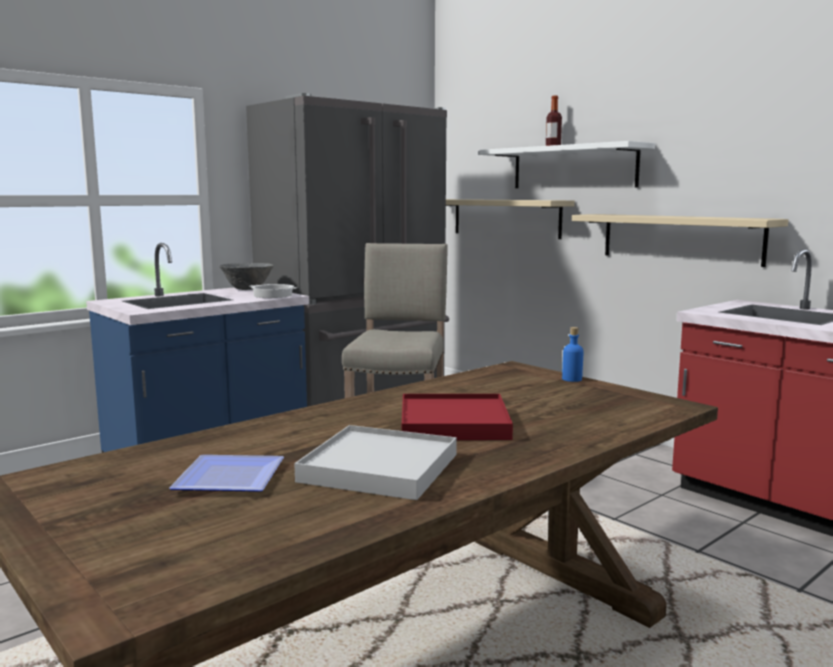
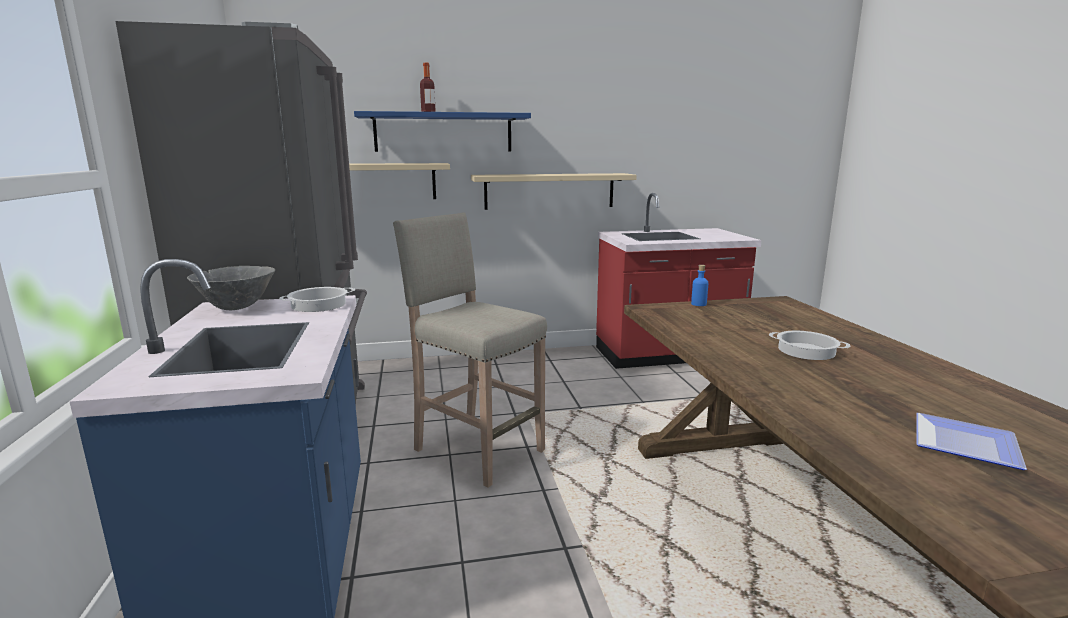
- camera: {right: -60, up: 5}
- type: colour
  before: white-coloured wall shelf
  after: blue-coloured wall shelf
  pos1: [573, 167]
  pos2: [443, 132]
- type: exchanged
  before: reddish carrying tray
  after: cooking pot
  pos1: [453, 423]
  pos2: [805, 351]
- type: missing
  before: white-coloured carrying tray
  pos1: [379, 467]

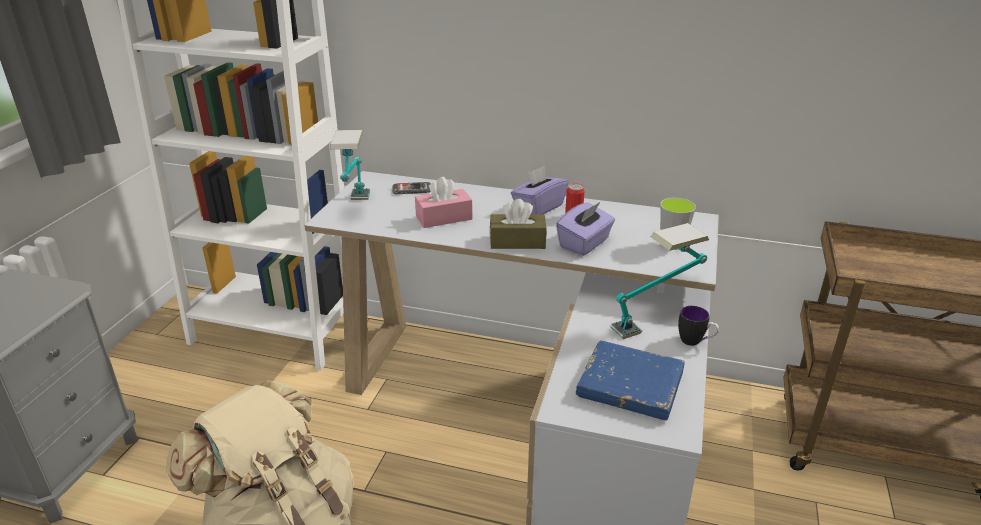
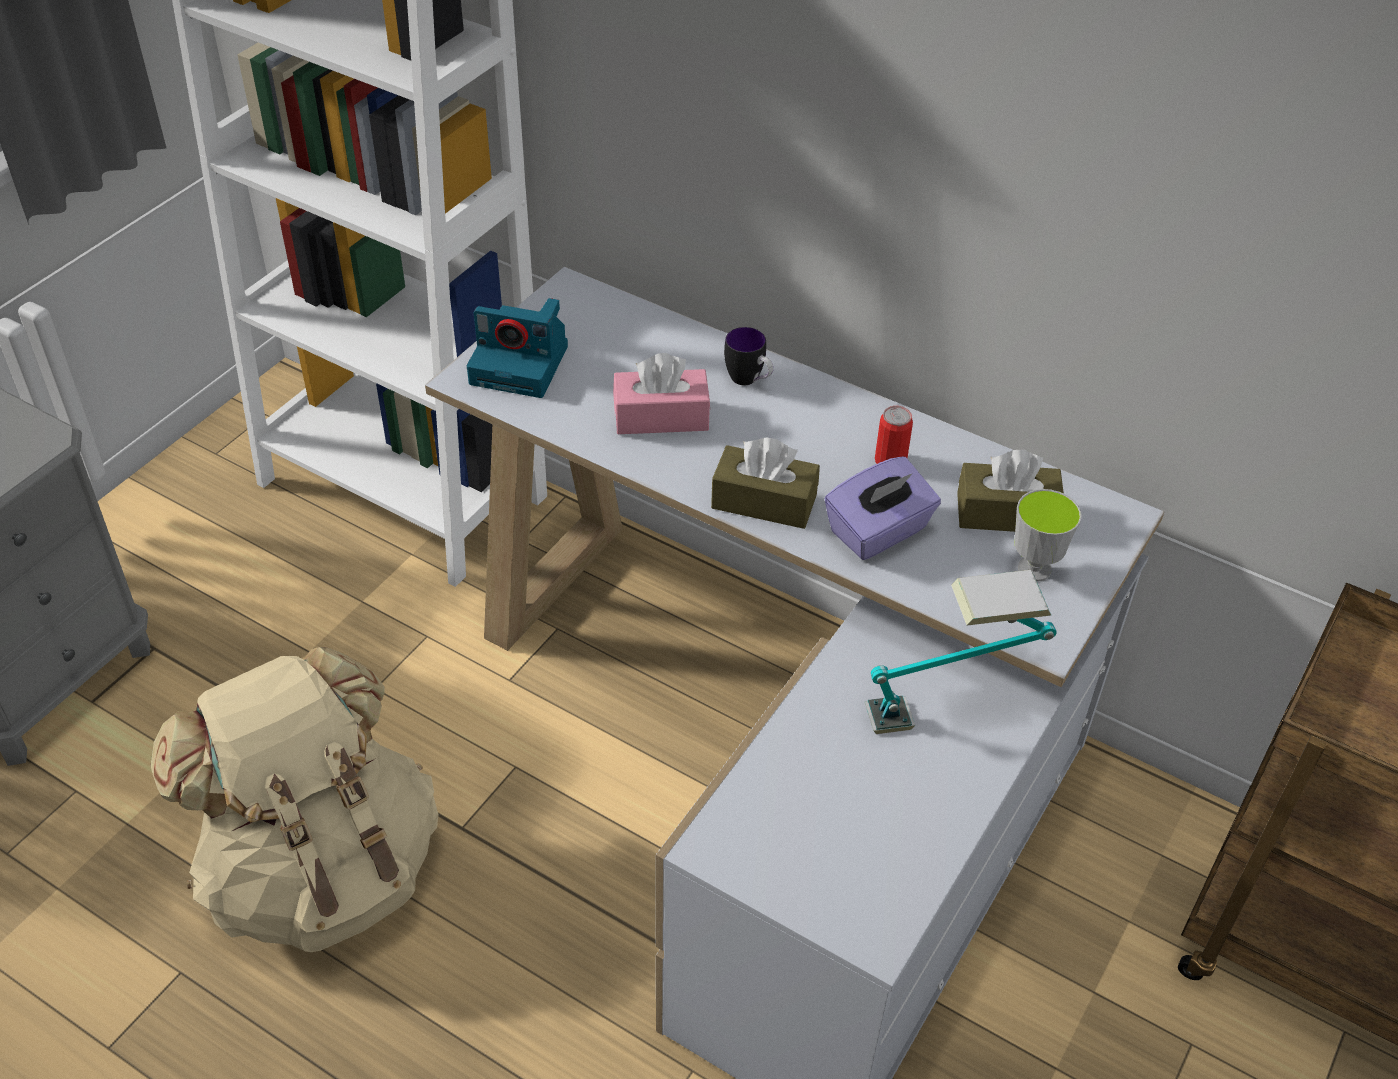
- camera: {right: 15, up: 15}
- type: exchanged
  before: tabletop lamp
  after: still camera
  pos1: [356, 209]
  pos2: [522, 364]
- type: missing
  before: purple-coloured box of tissues
  pos1: [538, 208]
- type: missing
  before: handset
  pos1: [412, 189]
- type: relocated
  before: tea mug
  pos1: [695, 342]
  pos2: [749, 381]
- type: missing
  before: blue-coloured book
  pos1: [630, 385]
- type: appeared
  after: brown-coloured box of tissues
  pos2: [1006, 513]

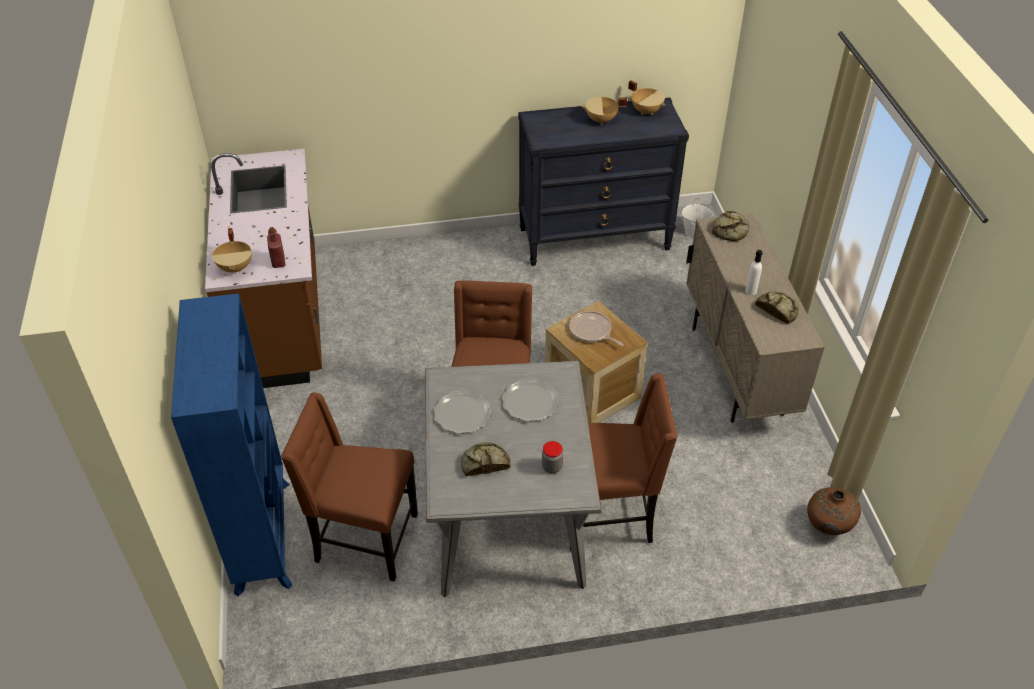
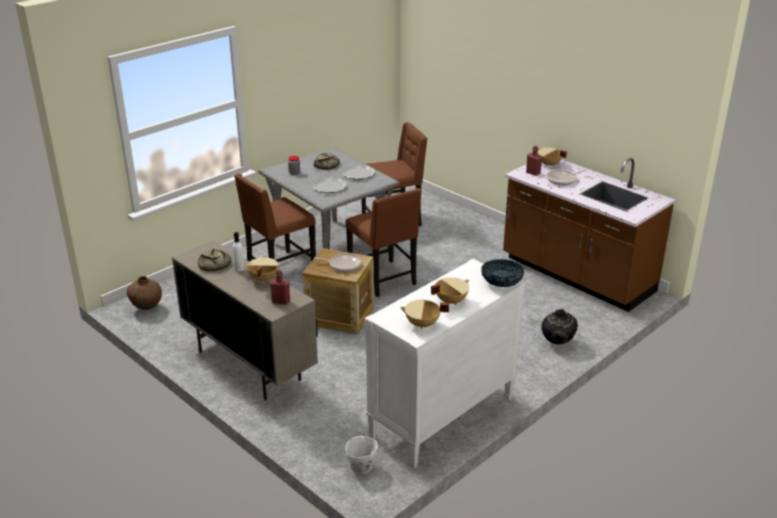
- camera: {right: 145, up: -15}
- type: colour
  before: blackish drawer chest
  after: white-coloured drawer chest
  pos1: [595, 238]
  pos2: [442, 418]
- type: exchanged
  before: bakery bread
  after: reddish bottle
  pos1: [731, 230]
  pos2: [281, 301]
- type: missing
  before: blue-coloured bookshelf
  pos1: [263, 536]
- type: appeared
  after: pan
  pos2: [563, 180]
- type: appeared
  after: sand-coloured cooking pot
  pos2: [262, 279]
- type: appeared
  after: bowl
  pos2: [501, 282]
- type: appeared
  after: blackish flower vase
  pos2: [557, 343]

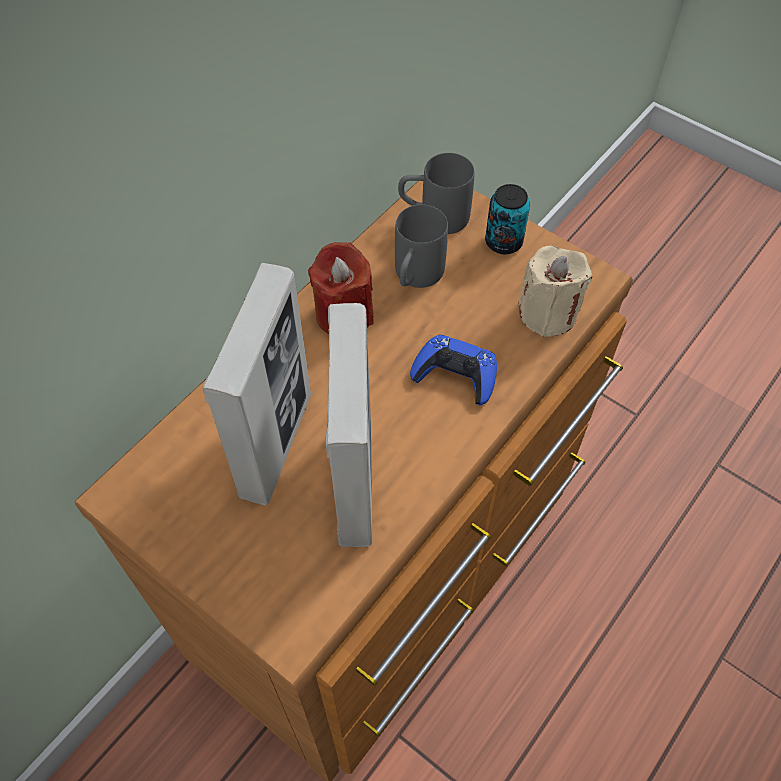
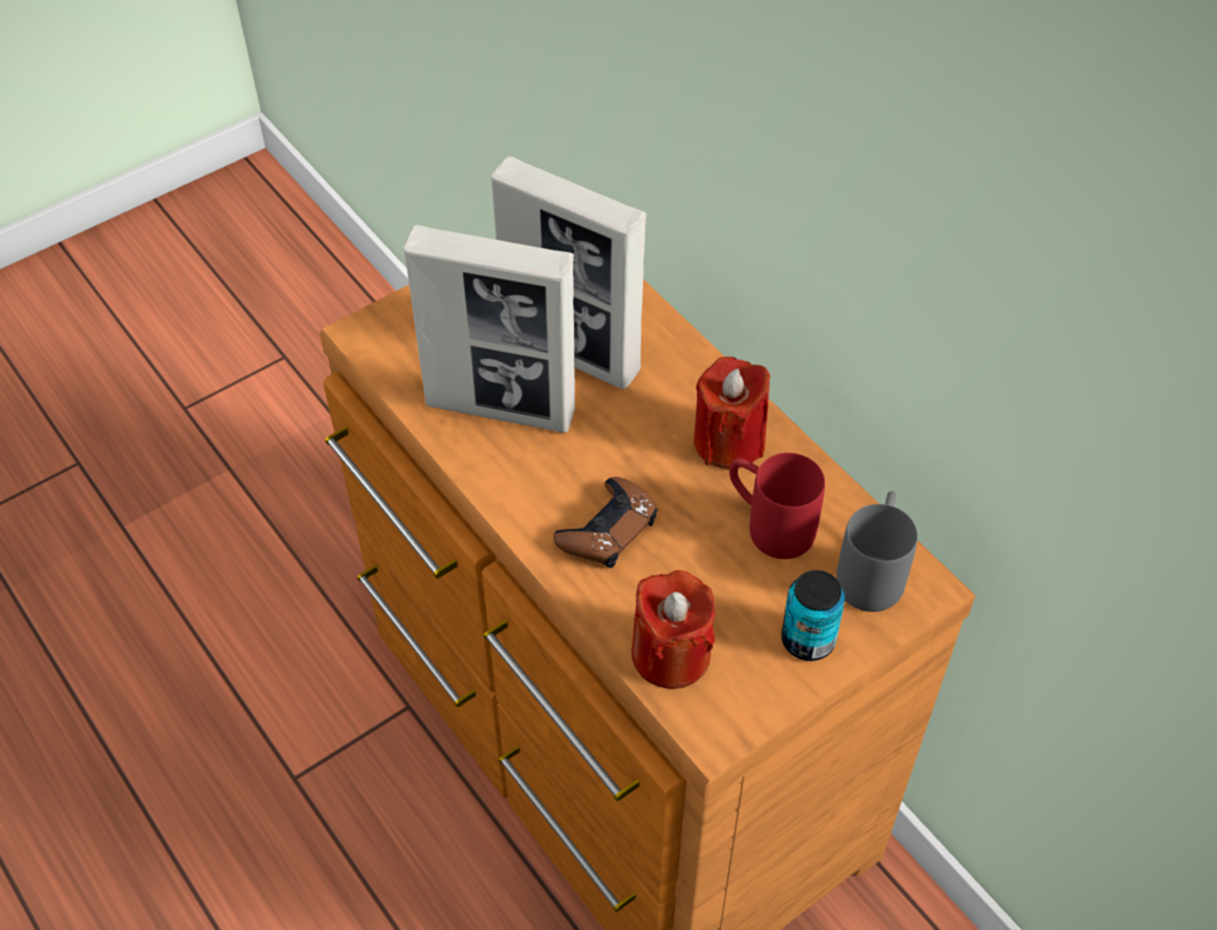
- camera: {right: 105, up: -5}
- type: colour
  before: greyish tea mug
  after: reddish tea mug
  pos1: [415, 278]
  pos2: [768, 524]
- type: colour
  before: sand-coloured wax light
  after: reddish wax light
  pos1: [548, 313]
  pos2: [671, 654]
- type: colour
  before: blue-coloured game controller
  after: brown-coloured game controller
  pos1: [455, 374]
  pos2: [607, 529]

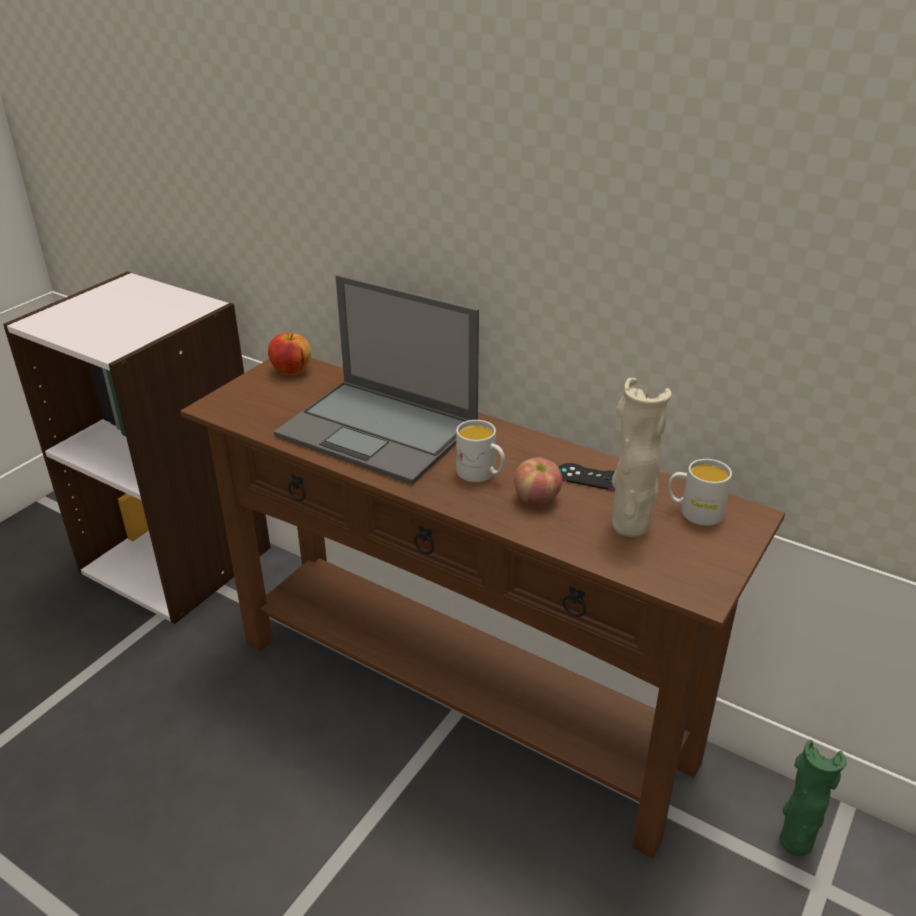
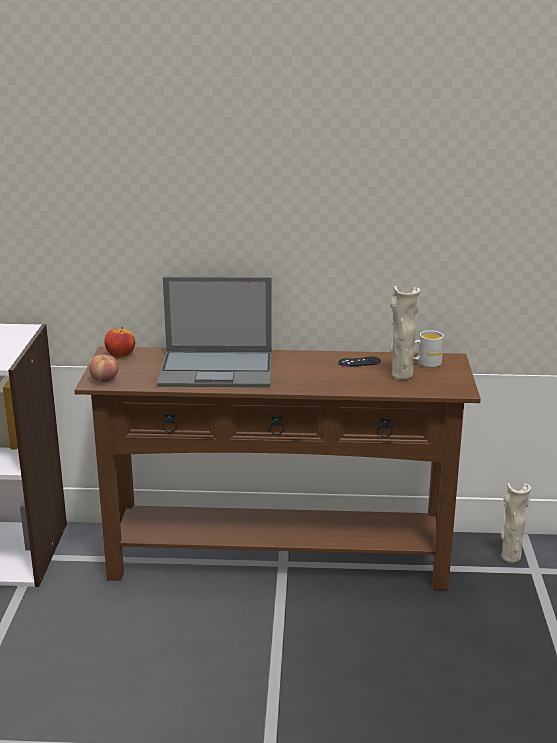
- camera: {right: -30, up: -10}
- type: missing
  before: white-coloured tea mug
  pos1: [481, 474]
- type: relocated
  before: apple
  pos1: [537, 498]
  pos2: [104, 380]
- type: colour
  before: greenish flower vase
  after: sand-coloured flower vase
  pos1: [795, 841]
  pos2: [510, 557]

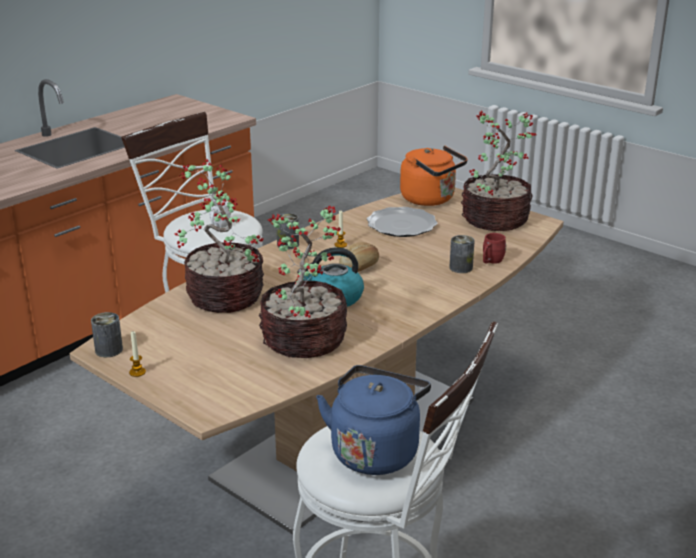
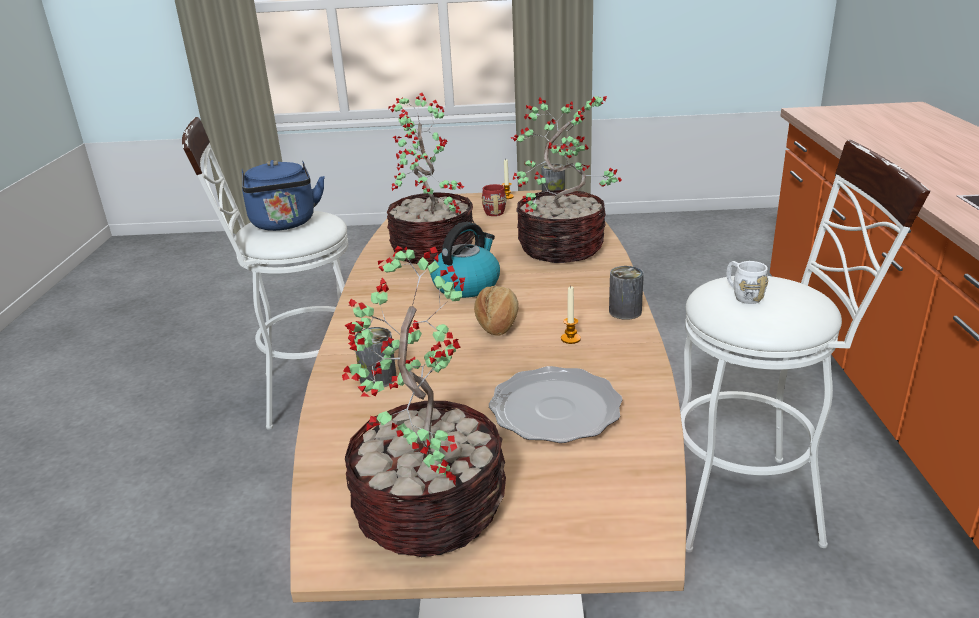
- camera: {right: 140, up: 0}
- type: missing
  before: orange kettle
  pos1: [431, 199]
- type: relocated
  before: reddish tea mug
  pos1: [491, 261]
  pos2: [493, 211]

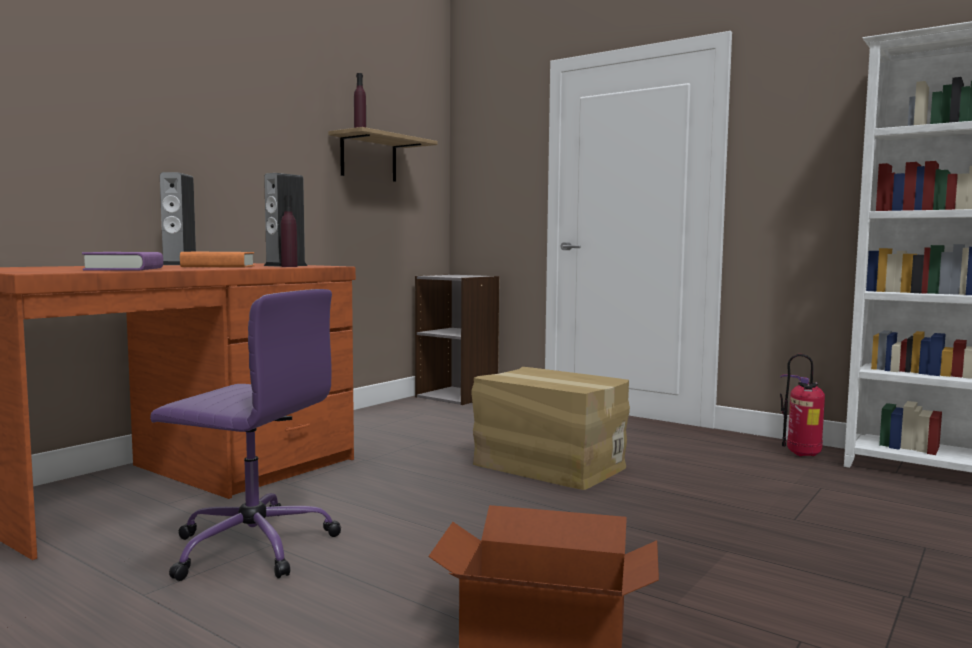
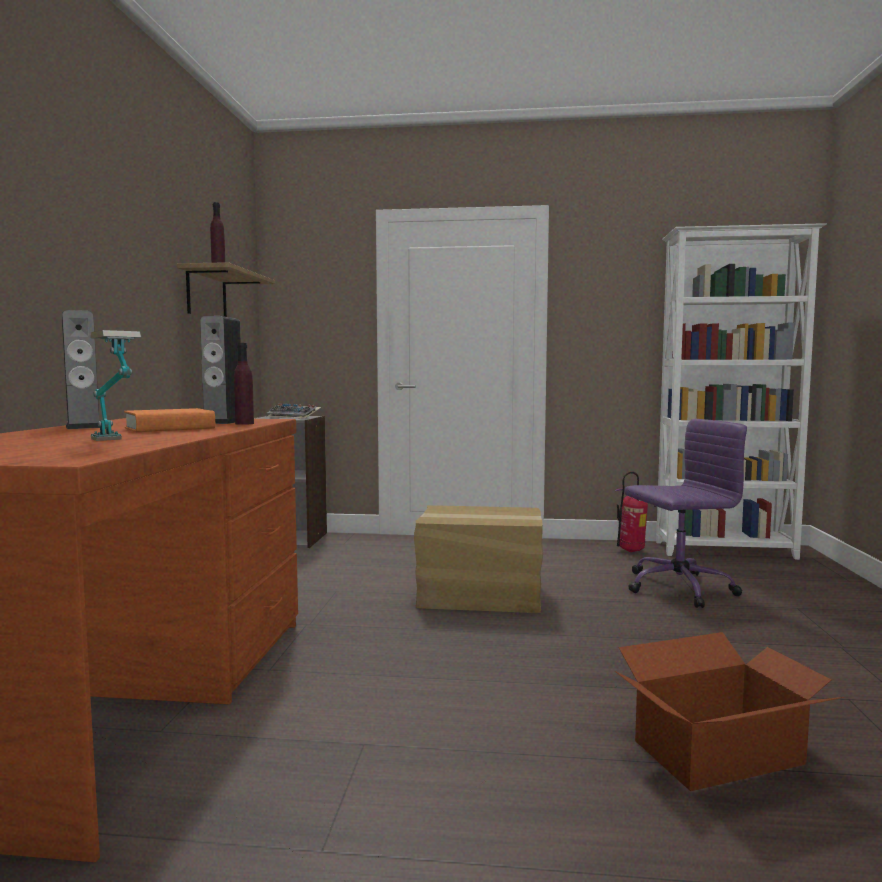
- camera: {right: -30, up: 0}
- type: exchanged
  before: purple-coloured book
  after: tabletop lamp
  pos1: [125, 269]
  pos2: [116, 442]
- type: relocated
  before: purple-coloured desk chair
  pos1: [251, 546]
  pos2: [677, 588]
- type: appeared
  after: PC keyboard
  pos2: [294, 416]

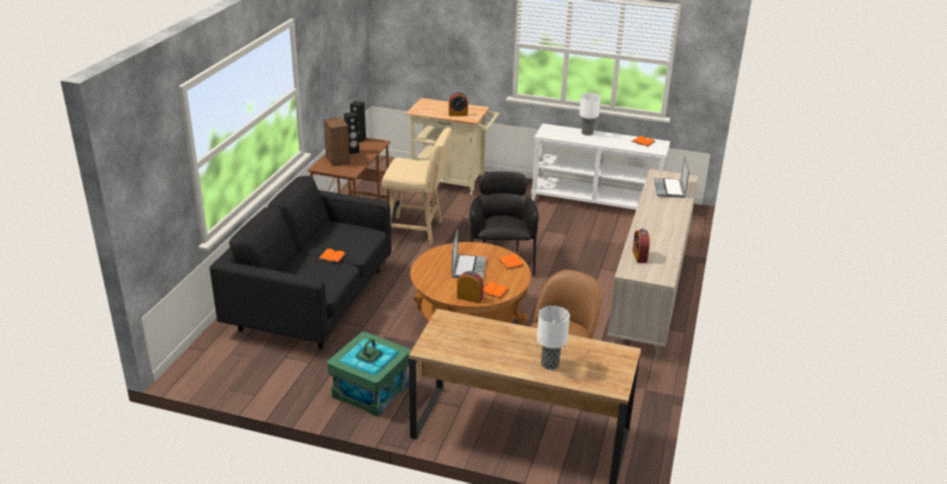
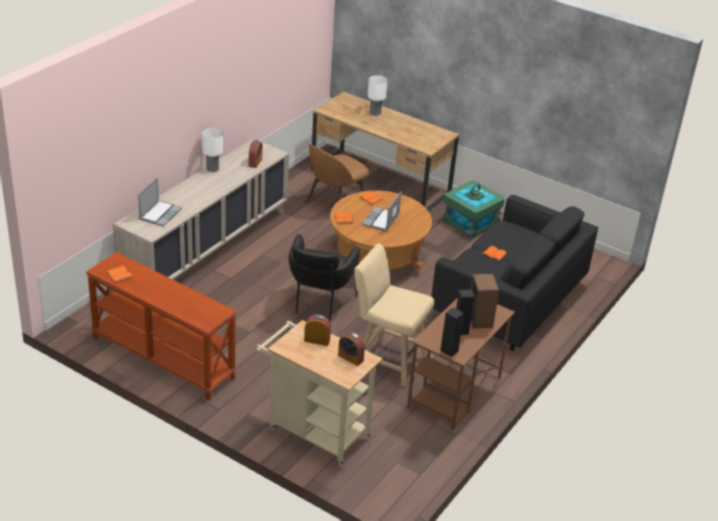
- camera: {right: -165, up: 5}
- type: relocated
  before: tabletop lamp
  pos1: [587, 133]
  pos2: [212, 169]
- type: colour
  before: white-coloured narrow table
  after: brown-coloured narrow table
  pos1: [596, 202]
  pos2: [162, 358]
- type: relocated
  before: table clock
  pos1: [470, 298]
  pos2: [350, 358]

